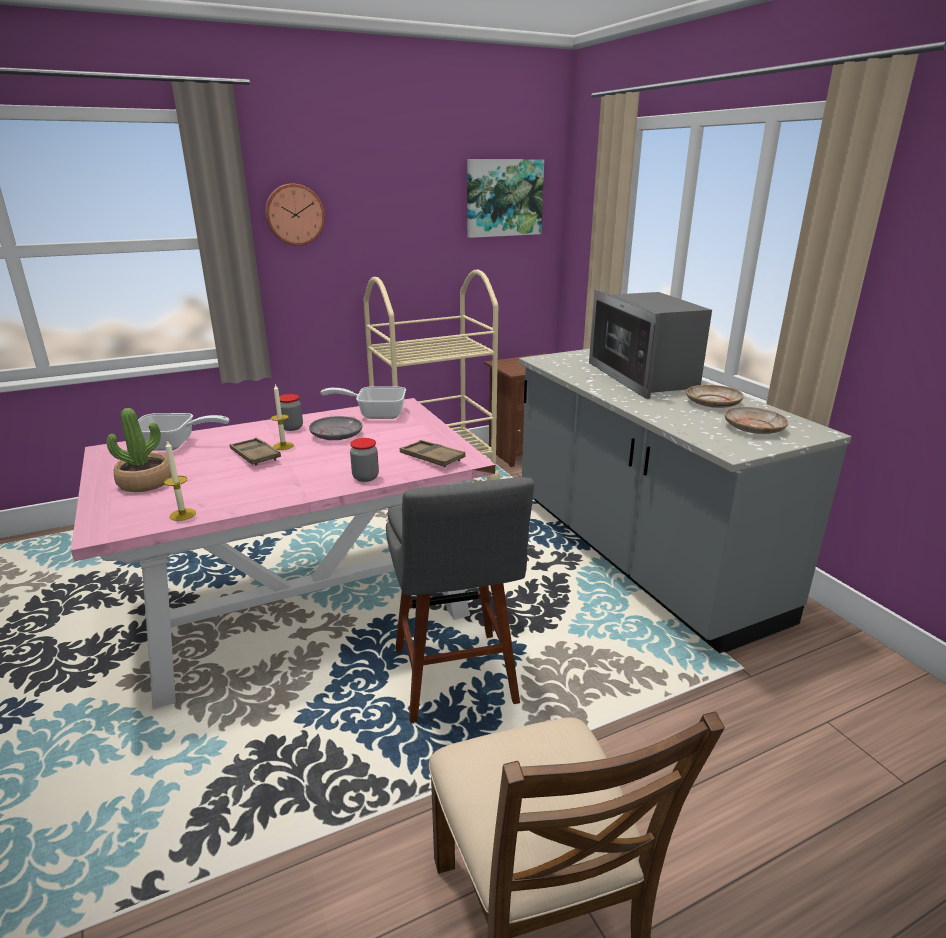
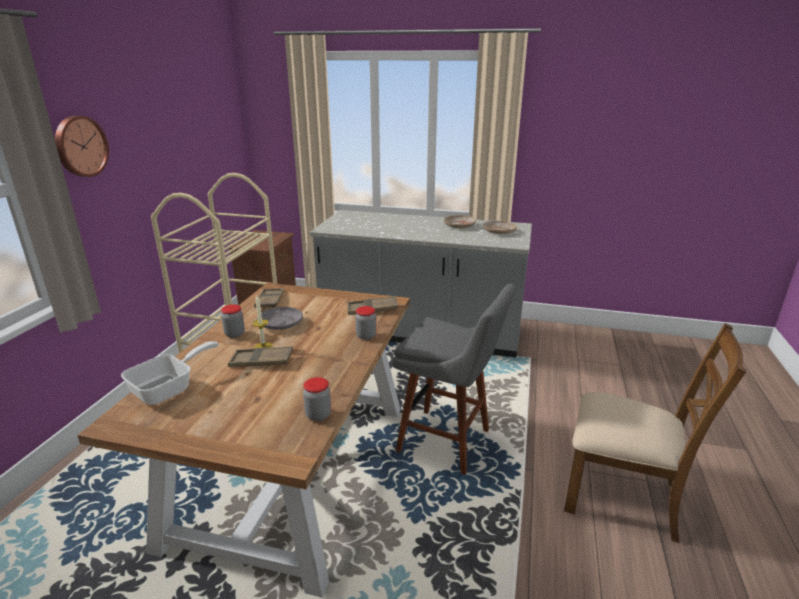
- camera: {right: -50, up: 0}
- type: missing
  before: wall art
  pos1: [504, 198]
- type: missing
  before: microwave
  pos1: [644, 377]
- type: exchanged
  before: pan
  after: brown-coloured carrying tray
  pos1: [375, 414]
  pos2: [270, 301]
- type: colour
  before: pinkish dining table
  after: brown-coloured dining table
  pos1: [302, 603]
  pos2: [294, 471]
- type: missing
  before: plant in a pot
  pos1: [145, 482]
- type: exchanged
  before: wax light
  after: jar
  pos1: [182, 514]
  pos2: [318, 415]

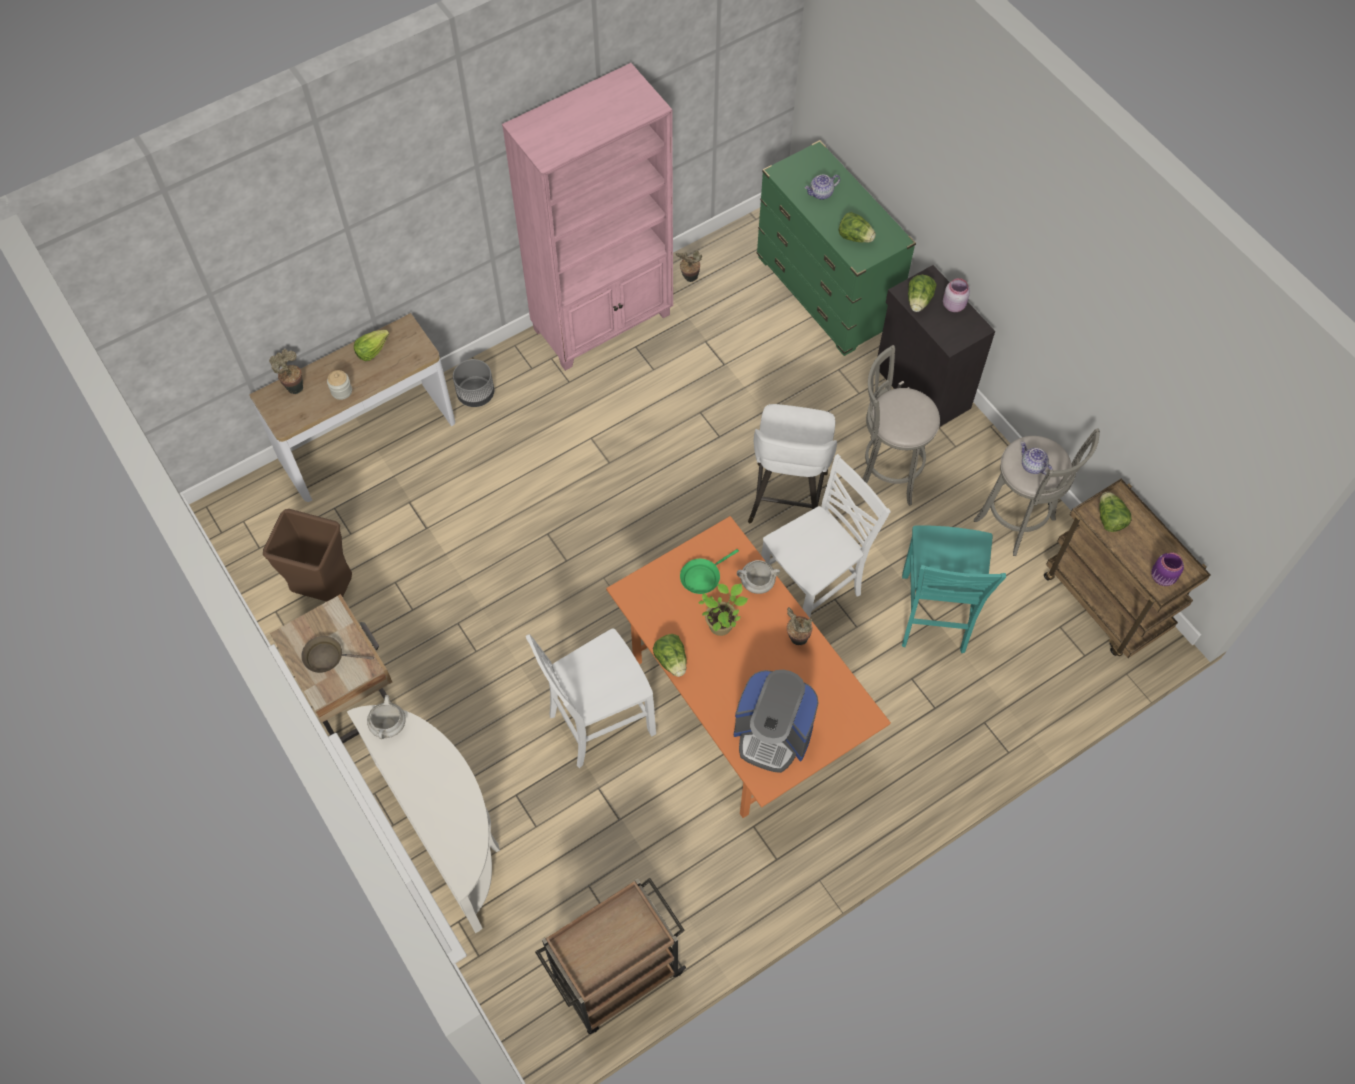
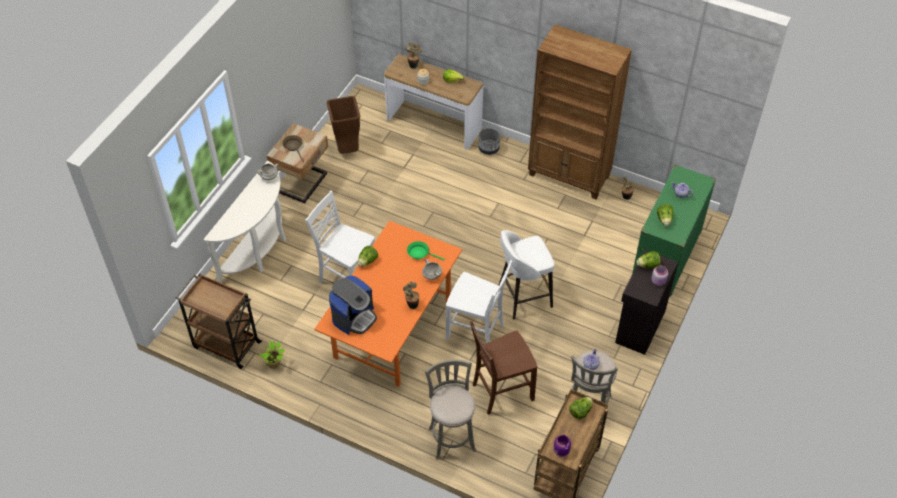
- camera: {right: 60, up: -10}
- type: colour
  before: pinkish bookshelf
  after: brown-coloured bookshelf
  pos1: [603, 322]
  pos2: [569, 176]
- type: relocated
  before: greyish sitting stool
  pos1: [887, 471]
  pos2: [451, 437]
- type: colour
  before: turquoise-coloured plain chair
  after: brown-coloured plain chair
  pos1: [934, 615]
  pos2: [501, 391]
- type: relocated
  before: plant in a pot
  pos1: [721, 624]
  pos2: [274, 363]
- type: spun
  before: coffee machine
  pos1: [773, 734]
  pos2: [354, 317]
  turn: -135

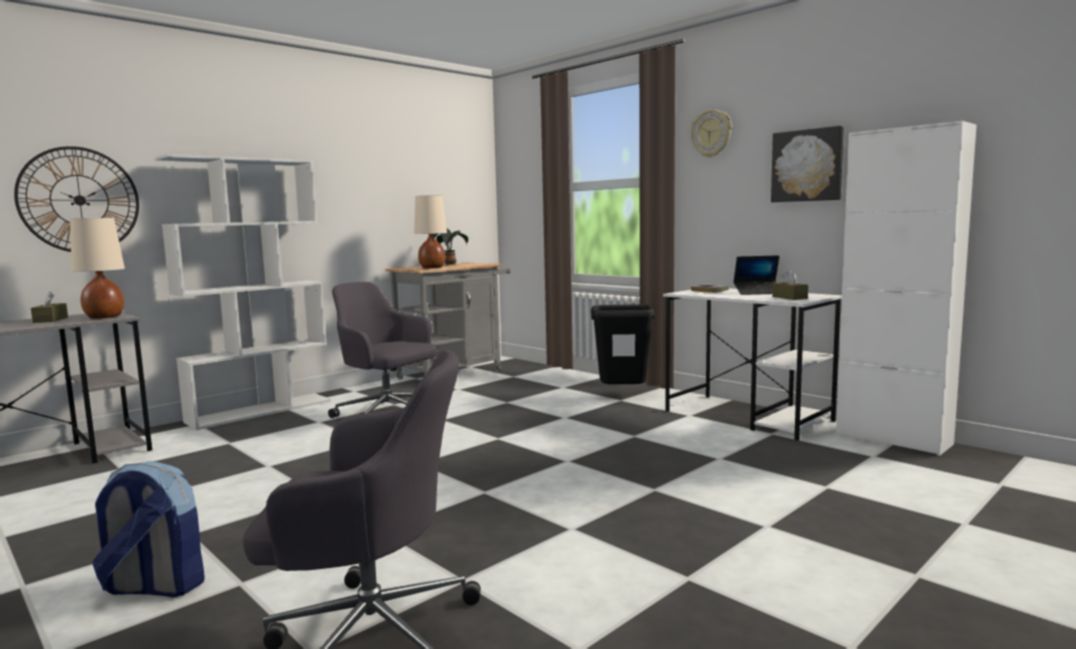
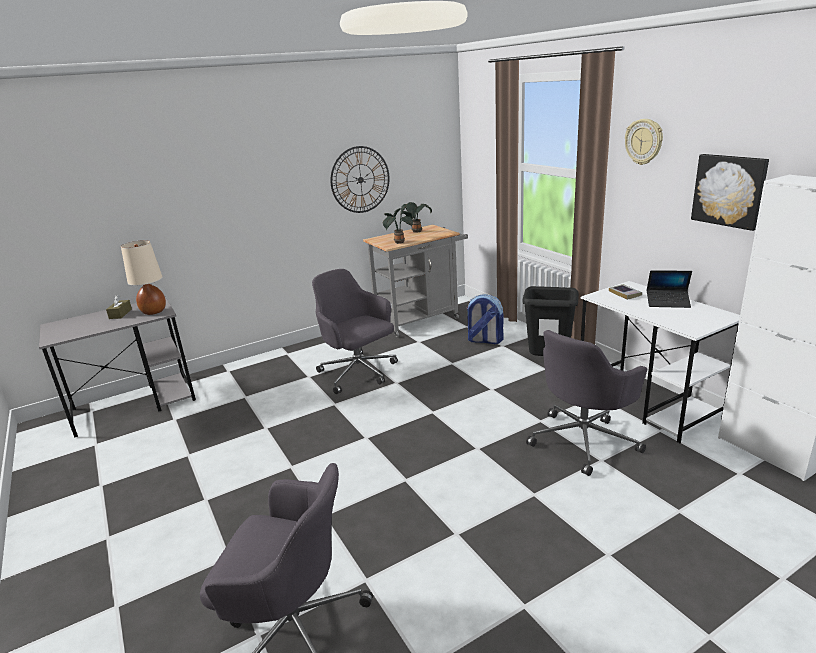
- camera: {right: 15, up: 15}
- type: relocated
  before: wall clock
  pos1: [79, 200]
  pos2: [360, 180]
- type: missing
  before: white-coloured bookshelf
  pos1: [260, 411]
- type: exchanged
  before: sand-coloured tabletop lamp
  after: plant in a pot
  pos1: [432, 268]
  pos2: [399, 242]
- type: missing
  before: brown-coloured box of tissues
  pos1: [789, 297]
- type: relocated
  before: backpack
  pos1: [154, 587]
  pos2: [484, 340]
- type: appeared
  after: greyish desk chair
  pos2: [584, 440]

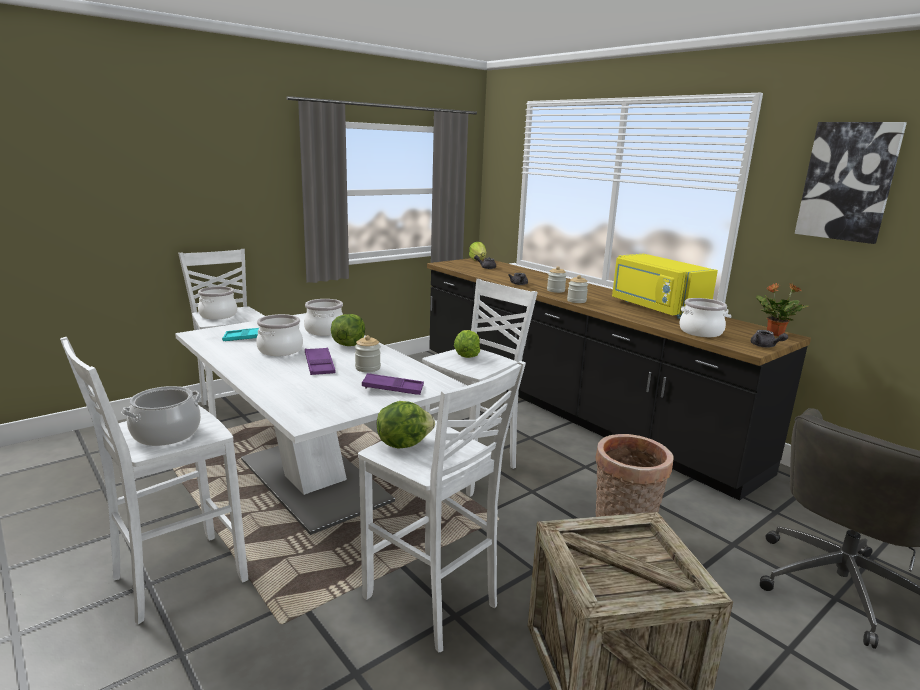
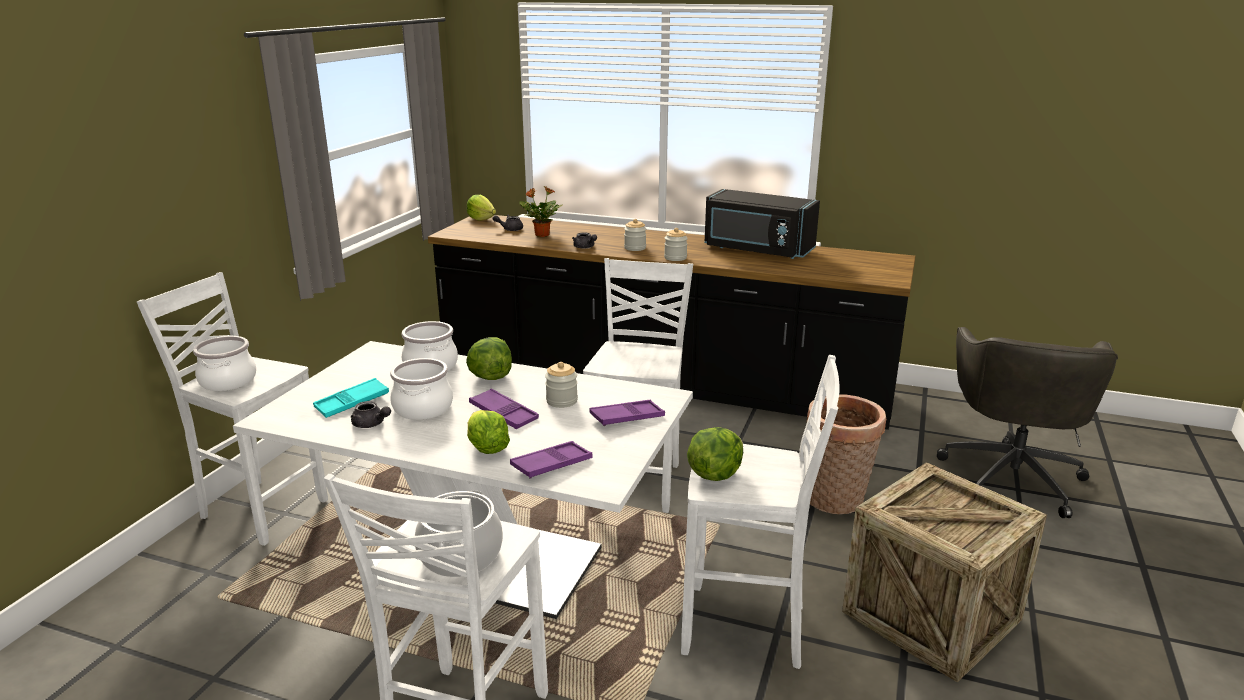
- camera: {right: -30, up: 5}
- type: missing
  before: wall art
  pos1: [848, 182]
- type: colour
  before: yellow-coloured microwave
  after: blackish microwave
  pos1: [655, 308]
  pos2: [757, 250]
- type: relocated
  before: plant in a pot
  pos1: [774, 334]
  pos2: [541, 235]
- type: missing
  before: cooking pot
  pos1: [700, 332]
- type: relocated
  before: lettuce head
  pos1: [466, 356]
  pos2: [487, 449]
- type: relocated
  before: greyish teapot
  pos1: [765, 346]
  pos2: [371, 424]
- type: appeared
  after: purple-coloured carrying tray
  pos2: [552, 464]

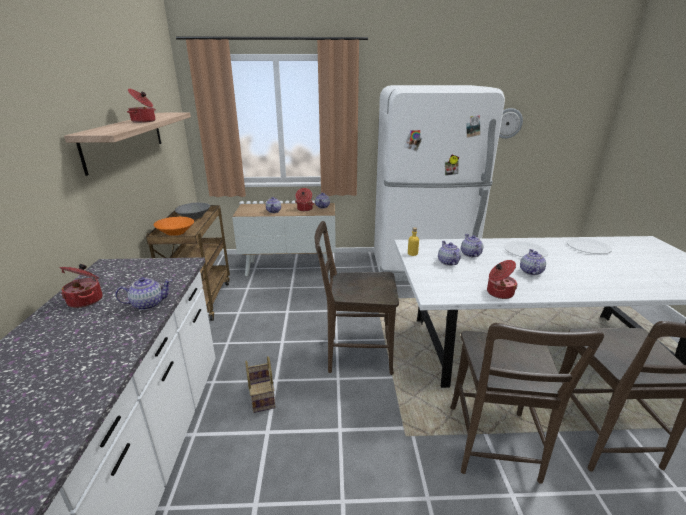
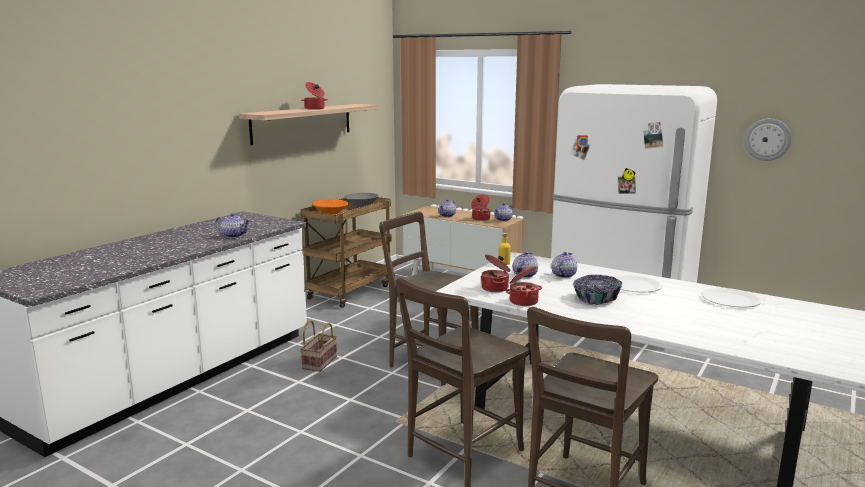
- camera: {right: 35, up: -10}
- type: exchanged
  before: teapot
  after: bowl
  pos1: [530, 272]
  pos2: [596, 298]
- type: relocated
  before: cooking pot
  pos1: [86, 300]
  pos2: [495, 288]

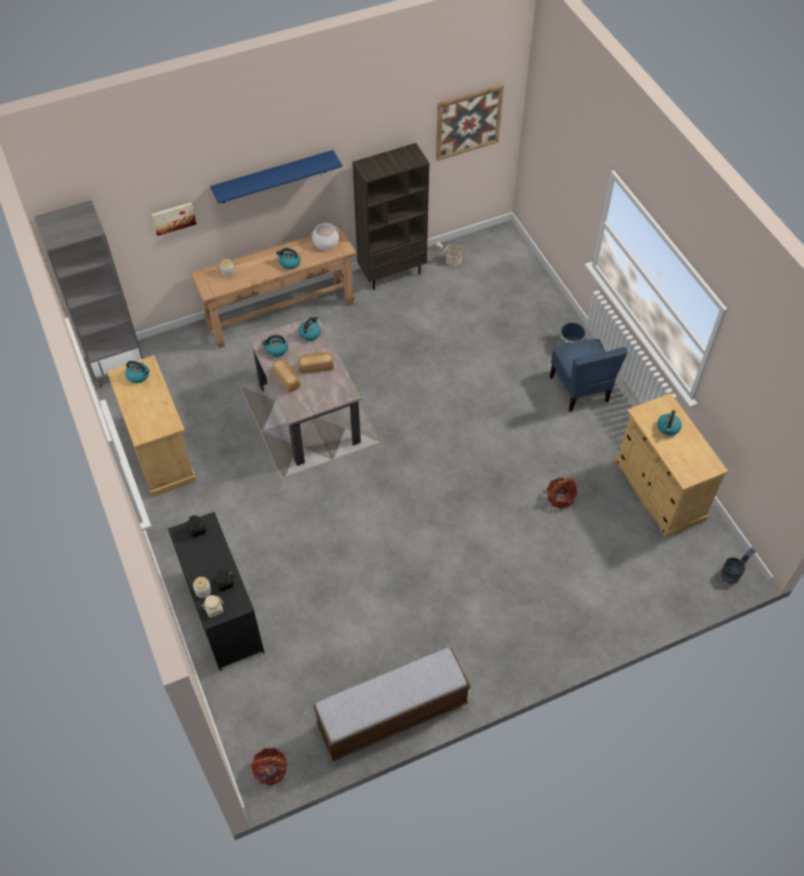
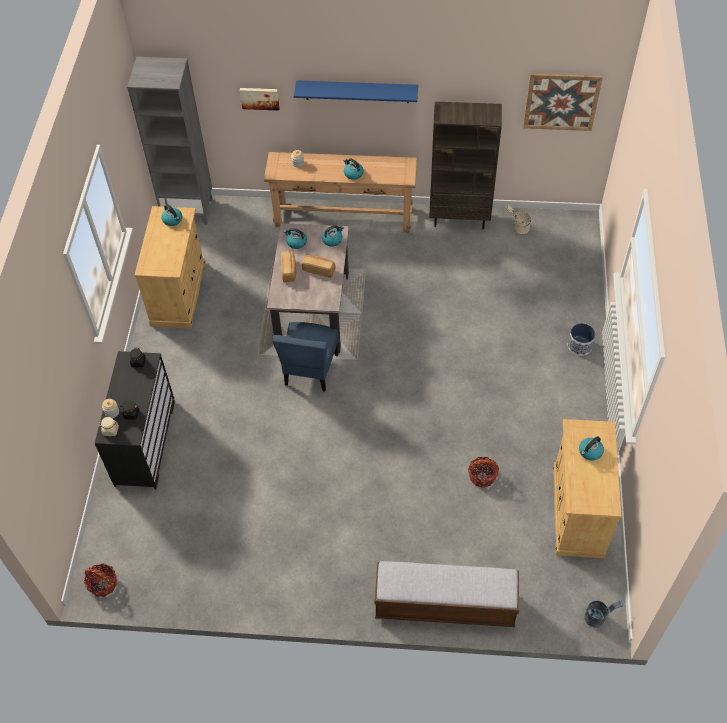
- camera: {right: 30, up: 0}
- type: missing
  before: cooking pot
  pos1: [326, 242]
- type: relocated
  before: blue-coloured plain chair
  pos1: [580, 389]
  pos2: [310, 370]
- type: relocated
  before: long seat
  pos1: [392, 714]
  pos2: [444, 605]

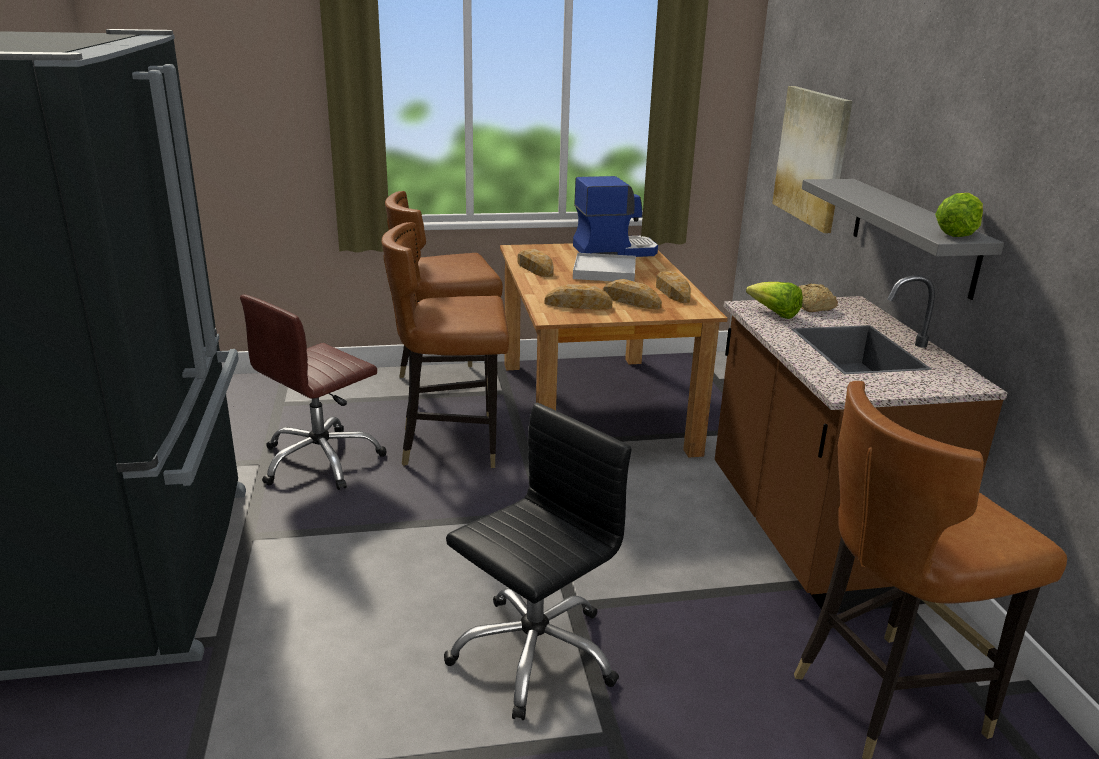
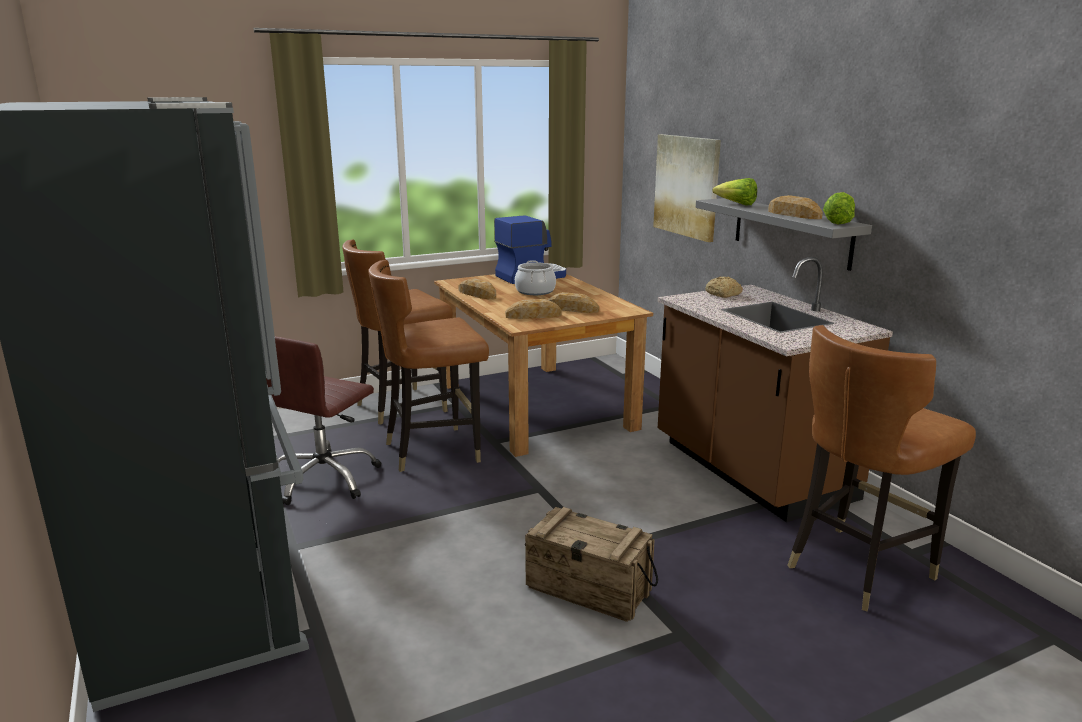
- camera: {right: -15, up: -5}
- type: exchanged
  before: white-coloured carrying tray
  after: cooking pot
  pos1: [604, 271]
  pos2: [535, 291]
- type: relocated
  before: bakery bread
  pos1: [672, 292]
  pos2: [793, 214]
- type: relocated
  before: lettuce head
  pos1: [774, 314]
  pos2: [737, 204]
- type: exchanged
  before: blackish desk chair
  after: shipping crate
  pos1: [533, 653]
  pos2: [589, 589]

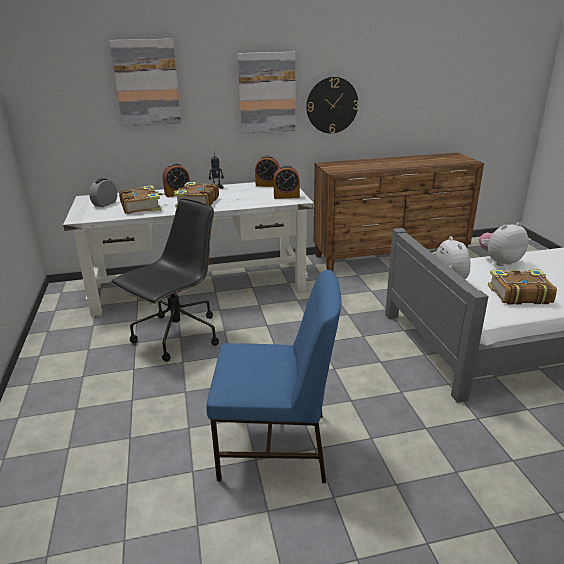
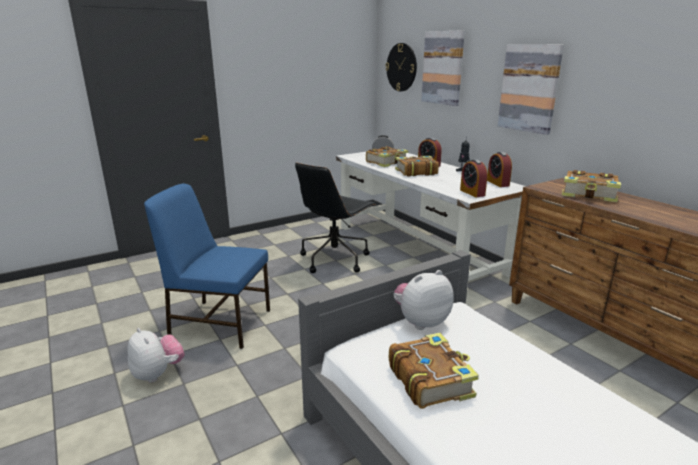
- camera: {right: 70, up: -5}
- type: relocated
  before: wall clock
  pos1: [332, 105]
  pos2: [401, 67]
- type: spun
  before: blackish desk chair
  pos1: [177, 336]
  pos2: [335, 259]
  turn: 105
- type: relocated
  before: cuddly toy
  pos1: [499, 261]
  pos2: [158, 373]
- type: spun
  before: blue-coloured plain chair
  pos1: [276, 446]
  pos2: [219, 322]
  turn: 120
- type: appeared
  after: book
  pos2: [589, 194]

